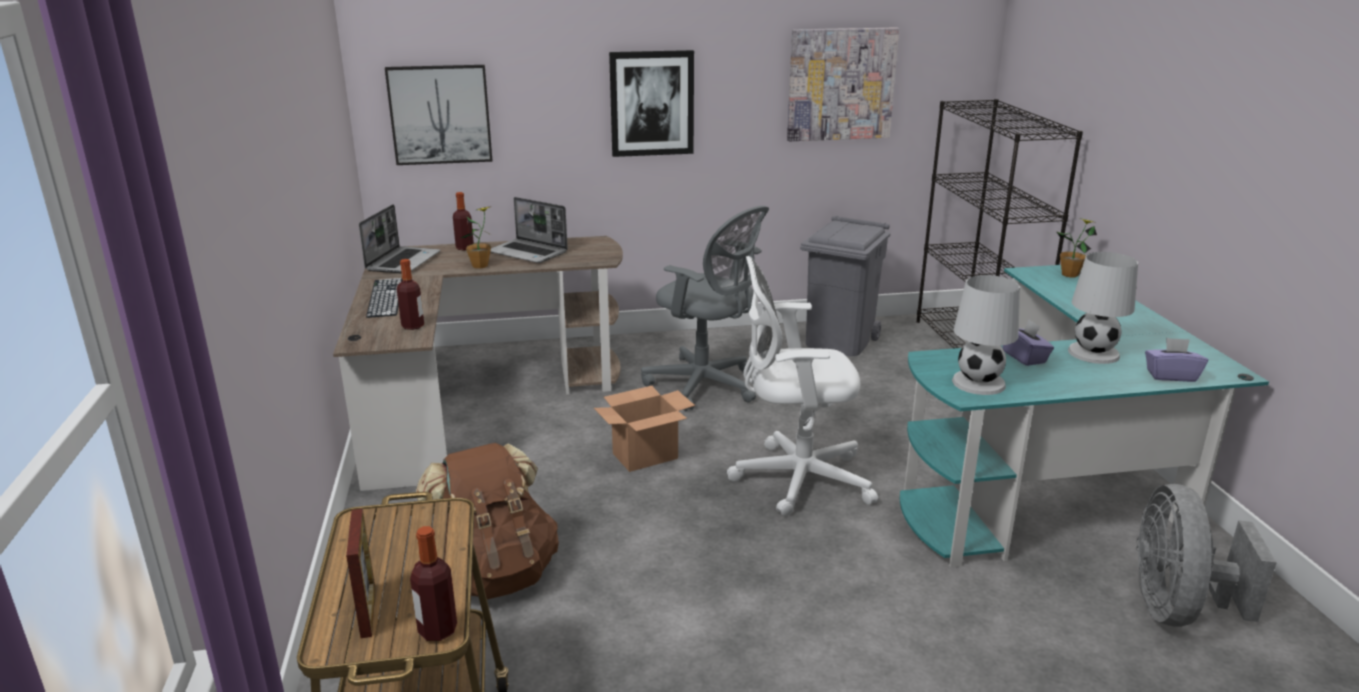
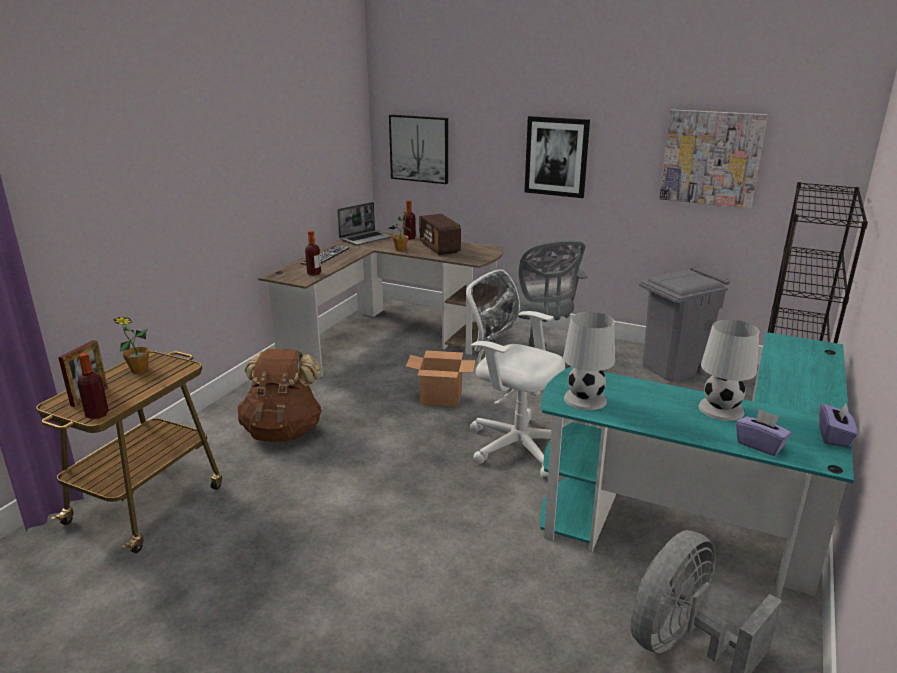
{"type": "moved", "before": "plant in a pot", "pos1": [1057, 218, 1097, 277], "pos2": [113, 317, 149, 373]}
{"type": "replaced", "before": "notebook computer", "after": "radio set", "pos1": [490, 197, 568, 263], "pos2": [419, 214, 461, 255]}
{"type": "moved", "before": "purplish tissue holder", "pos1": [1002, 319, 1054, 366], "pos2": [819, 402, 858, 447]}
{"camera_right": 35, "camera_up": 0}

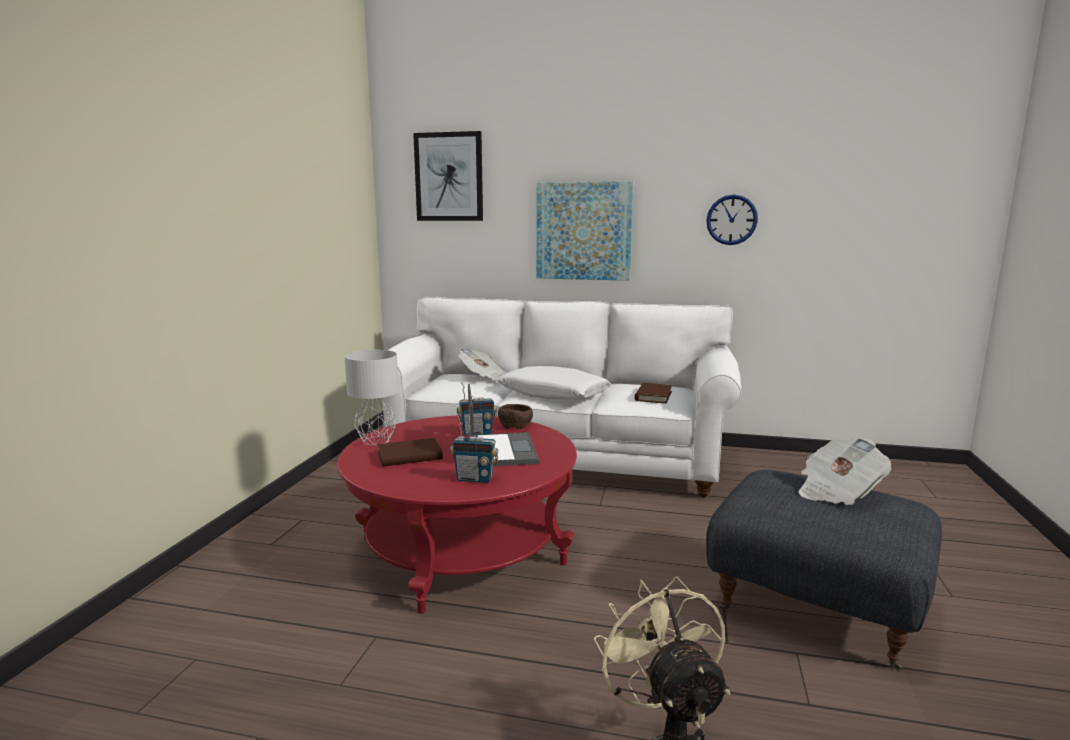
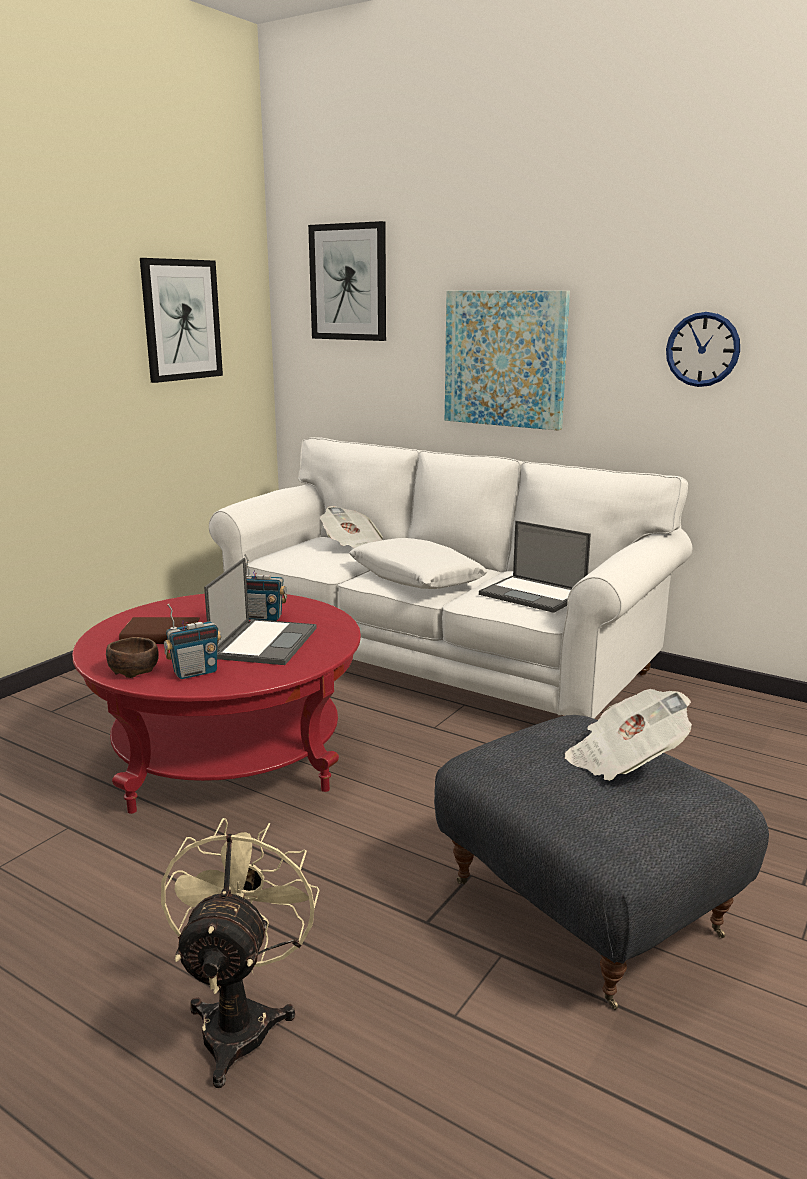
{"type": "moved", "before": "brown-coloured deep dish", "pos1": [498, 404, 533, 429], "pos2": [106, 637, 159, 678]}
{"type": "added", "after": "wall art", "pos2": [140, 258, 223, 383]}
{"type": "turned", "before": "radio set", "pos1": [450, 416, 498, 483], "pos2": [164, 604, 222, 679], "turn": -60}
{"type": "replaced", "before": "brown-coloured book", "after": "notebook computer", "pos1": [634, 383, 672, 404], "pos2": [479, 521, 591, 613]}
{"type": "removed", "before": "greyish lamp for a table", "pos1": [344, 350, 399, 445]}
{"camera_right": 20, "camera_up": 5}

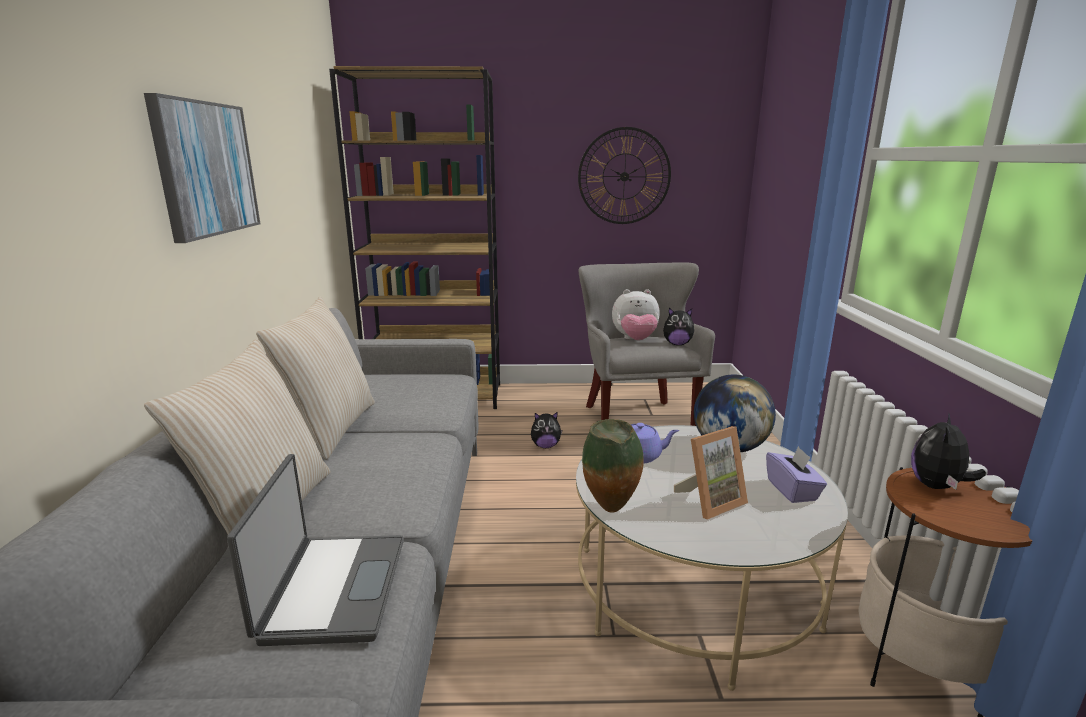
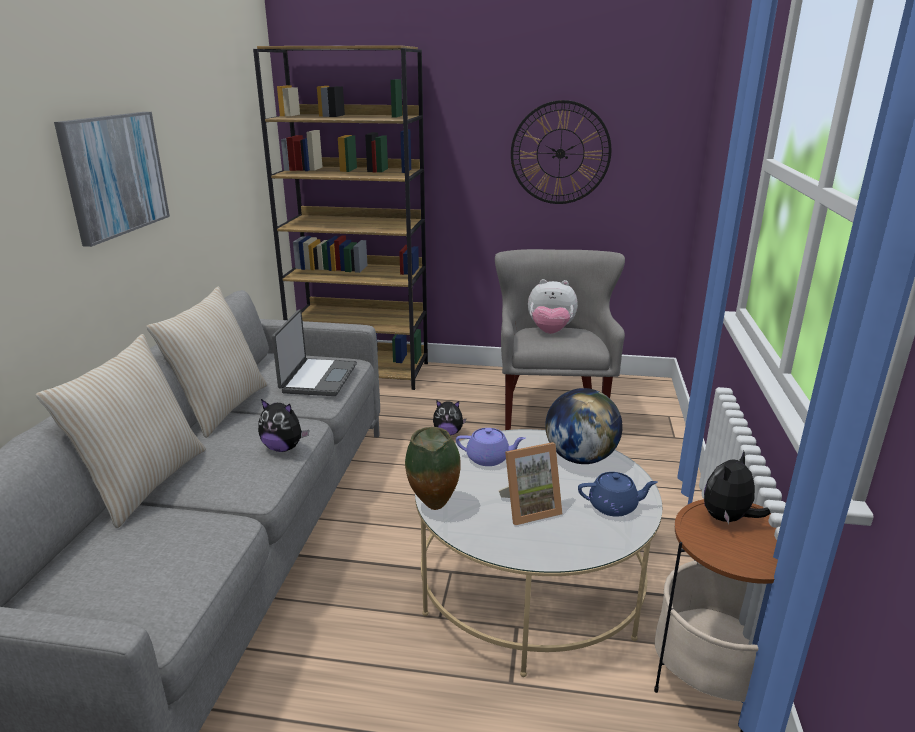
{"type": "moved", "before": "soft toy", "pos1": [663, 308, 694, 345], "pos2": [258, 399, 309, 452]}
{"type": "moved", "before": "notebook computer", "pos1": [227, 454, 404, 646], "pos2": [272, 309, 357, 396]}
{"type": "replaced", "before": "purplish tissue holder", "after": "bluish teapot", "pos1": [766, 446, 827, 503], "pos2": [578, 472, 658, 517]}
{"camera_right": 10, "camera_up": 5}

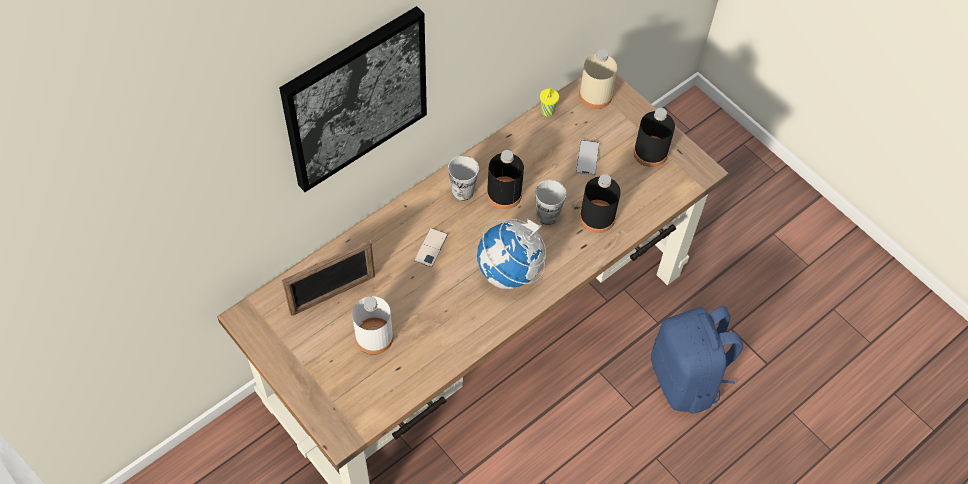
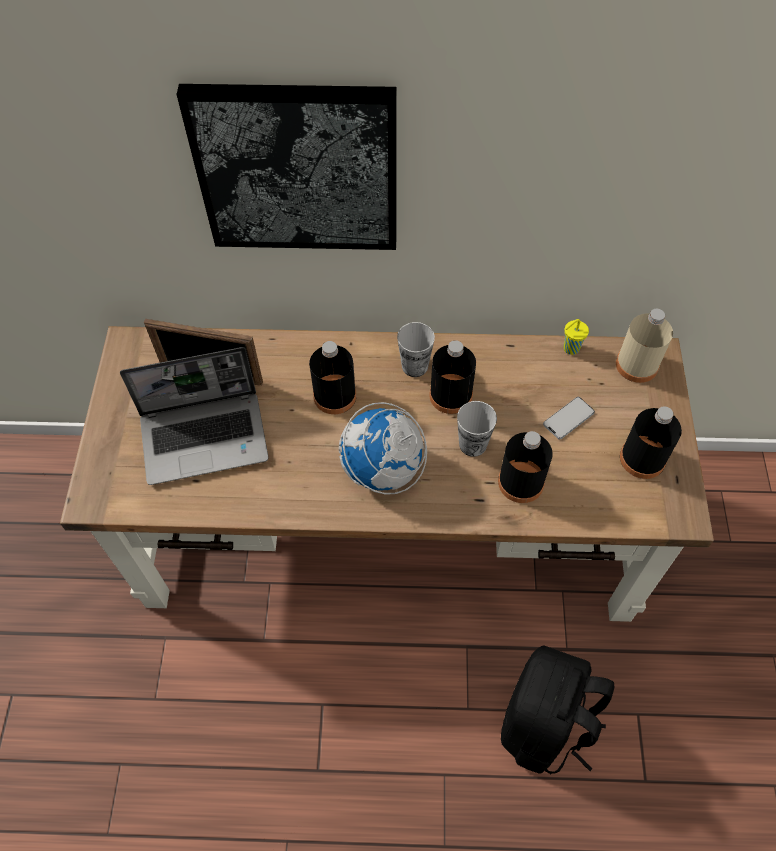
{"type": "replaced", "before": "whitish bottle", "after": "notebook computer", "pos1": [352, 296, 394, 355], "pos2": [120, 347, 269, 485]}
{"type": "replaced", "before": "telephone", "after": "black-coloured bottle", "pos1": [414, 228, 448, 268], "pos2": [309, 341, 356, 414]}
{"type": "recoloured", "before": "bluish backpack", "after": "black-coloured backpack", "pos1": [651, 306, 743, 414], "pos2": [501, 645, 615, 774]}
{"camera_right": 45, "camera_up": 0}

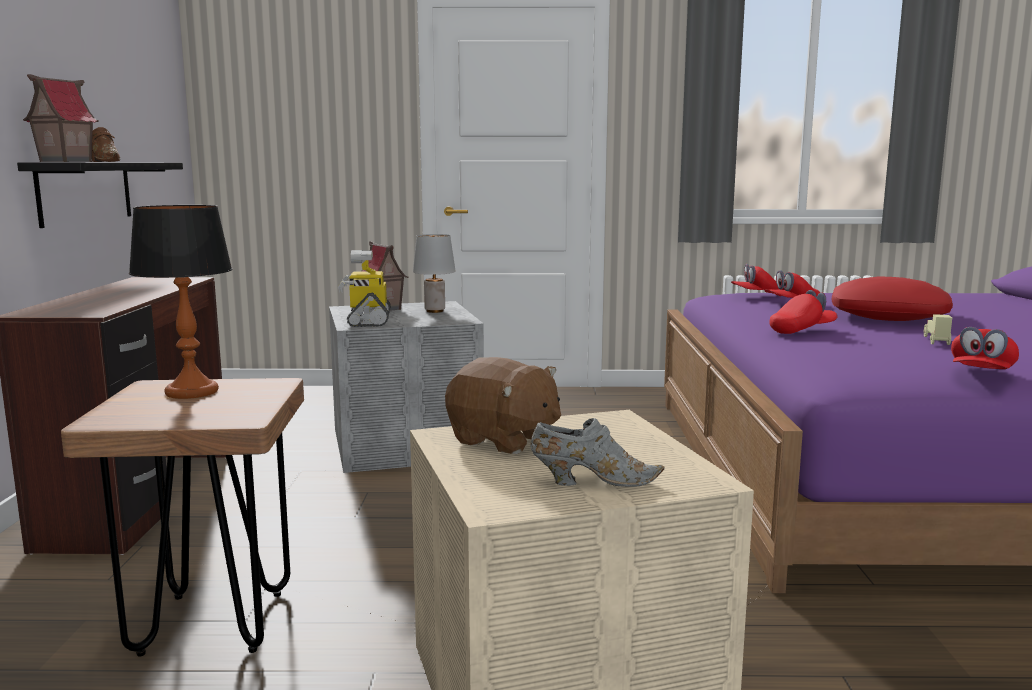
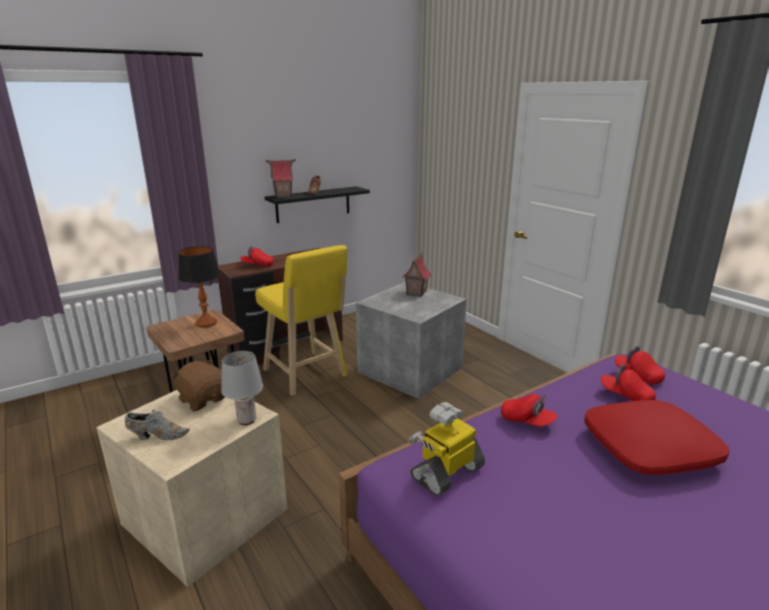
{"type": "turned", "before": "greyish low shoe", "pos1": [530, 418, 665, 487], "pos2": [125, 409, 190, 440], "turn": -60}
{"type": "turned", "before": "brown-coloured soft toy", "pos1": [445, 357, 561, 454], "pos2": [170, 359, 225, 411], "turn": 135}
{"type": "moved", "before": "greyish lamp for a table", "pos1": [413, 234, 456, 313], "pos2": [221, 351, 263, 425]}
{"type": "moved", "before": "red-coloured baseball cap", "pos1": [951, 327, 1019, 369], "pos2": [240, 246, 274, 267]}
{"type": "added", "after": "yellow stool", "pos2": [255, 245, 347, 396]}
{"type": "moved", "before": "model robot", "pos1": [338, 250, 391, 327], "pos2": [409, 402, 485, 496]}
{"type": "removed", "before": "beige-coloured model car", "pos1": [924, 314, 952, 345]}
{"camera_right": 55, "camera_up": 10}

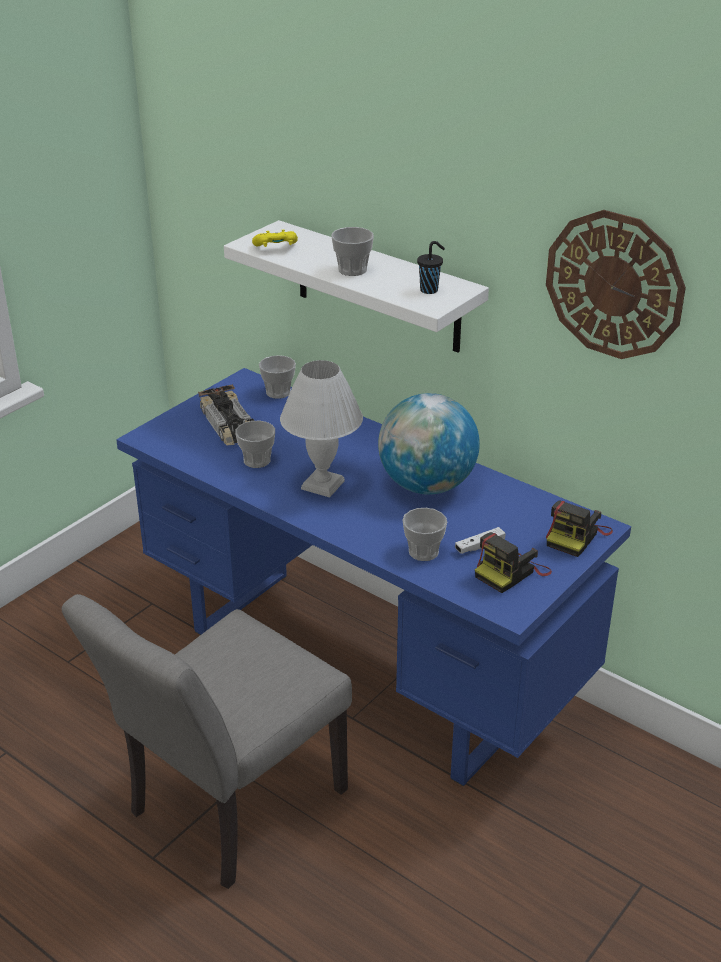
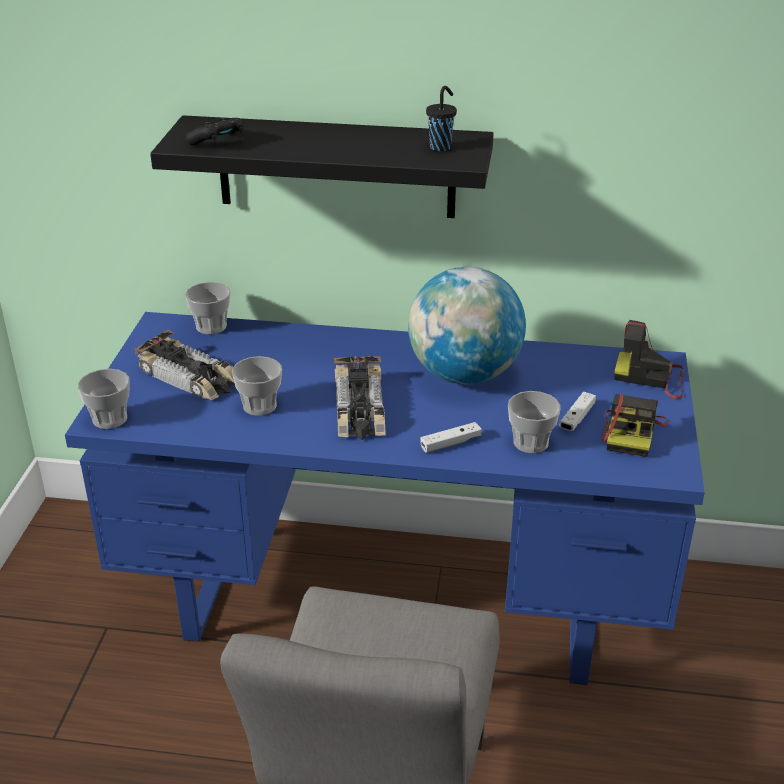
{"type": "moved", "before": "small cup", "pos1": [331, 227, 374, 276], "pos2": [78, 369, 129, 429]}
{"type": "recoloured", "before": "whitish bracket shelf", "after": "black-coloured bracket shelf", "pos1": [224, 220, 489, 353], "pos2": [150, 115, 494, 218]}
{"type": "recoloured", "before": "yellow joypad", "after": "black-coloured joypad", "pos1": [252, 230, 298, 247], "pos2": [186, 117, 244, 146]}
{"type": "replaced", "before": "whitish lamp for a table", "after": "model car", "pos1": [280, 360, 363, 498], "pos2": [334, 356, 386, 440]}
{"type": "added", "after": "whitish joypad", "pos2": [420, 422, 482, 453]}
{"type": "turned", "before": "still camera", "pos1": [546, 500, 613, 557], "pos2": [614, 320, 684, 399], "turn": 105}
{"type": "removed", "before": "wall clock", "pos1": [546, 210, 686, 359]}
{"camera_right": -30, "camera_up": 0}

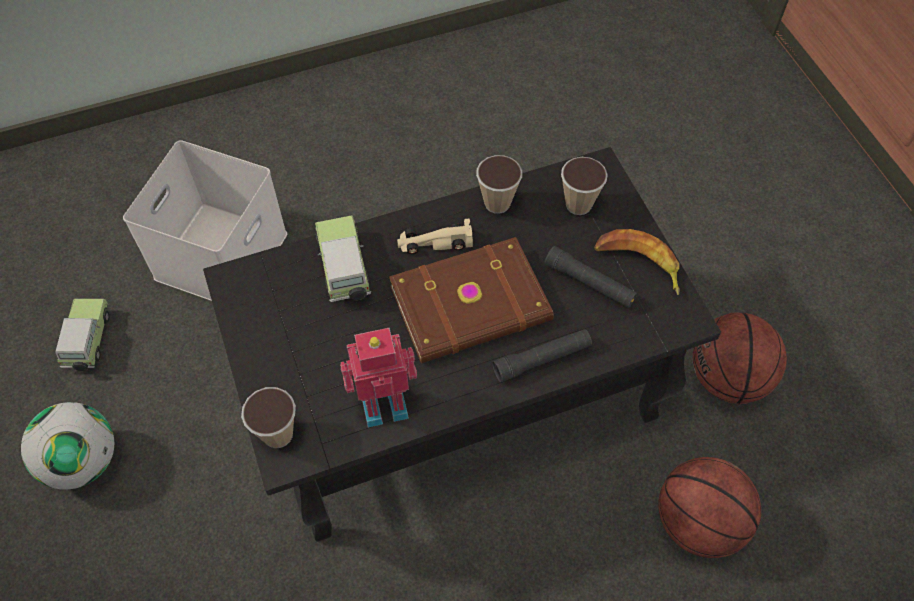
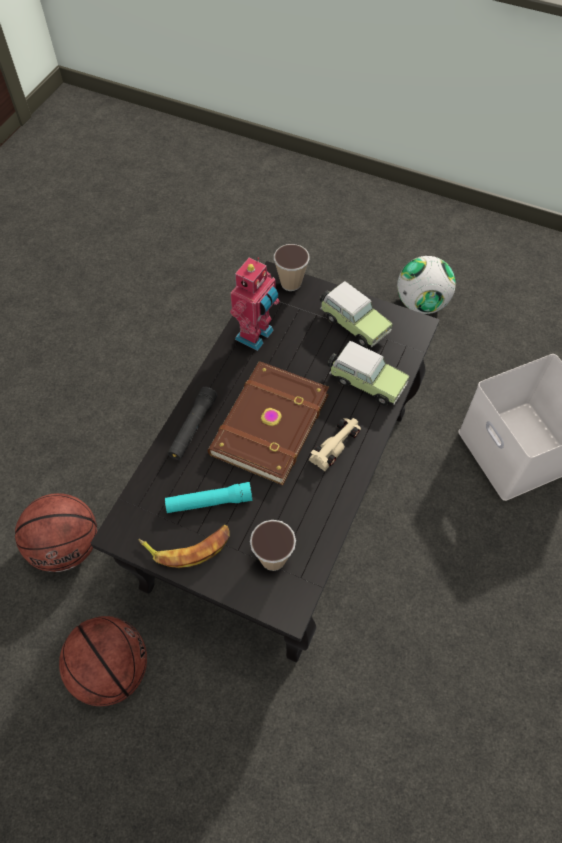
{"type": "recoloured", "before": "black-coloured flashlight", "after": "turquoise flashlight", "pos1": [544, 246, 637, 308], "pos2": [165, 482, 252, 513]}
{"type": "moved", "before": "model car", "pos1": [55, 299, 110, 371], "pos2": [320, 281, 393, 348]}
{"type": "removed", "before": "small cup", "pos1": [476, 155, 522, 214]}
{"camera_right": 135, "camera_up": 0}

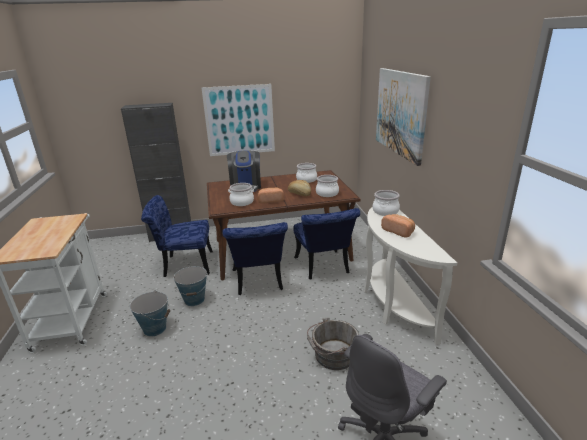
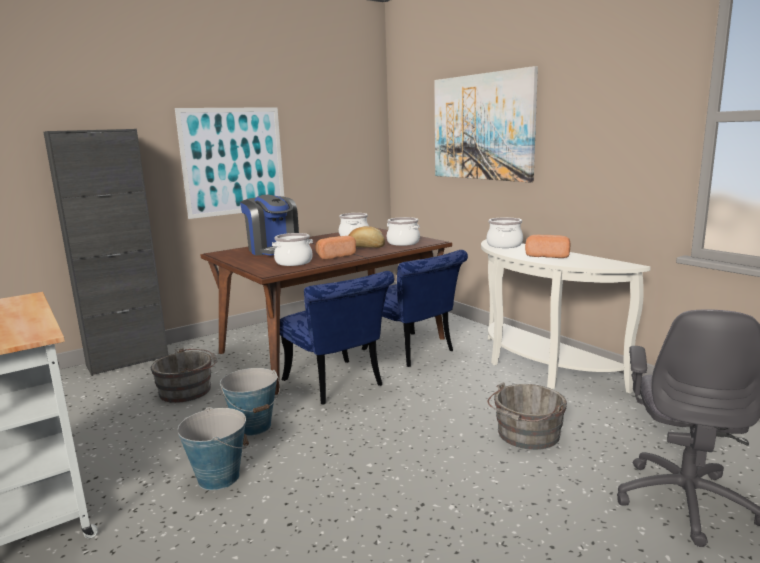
{"type": "replaced", "before": "bluish chair", "after": "greyish bucket", "pos1": [141, 195, 213, 277], "pos2": [151, 348, 217, 403]}
{"camera_right": -25, "camera_up": -10}

